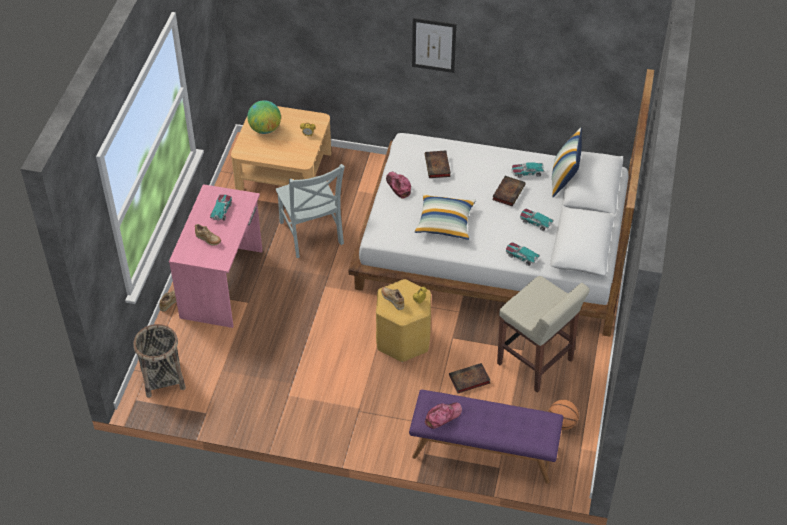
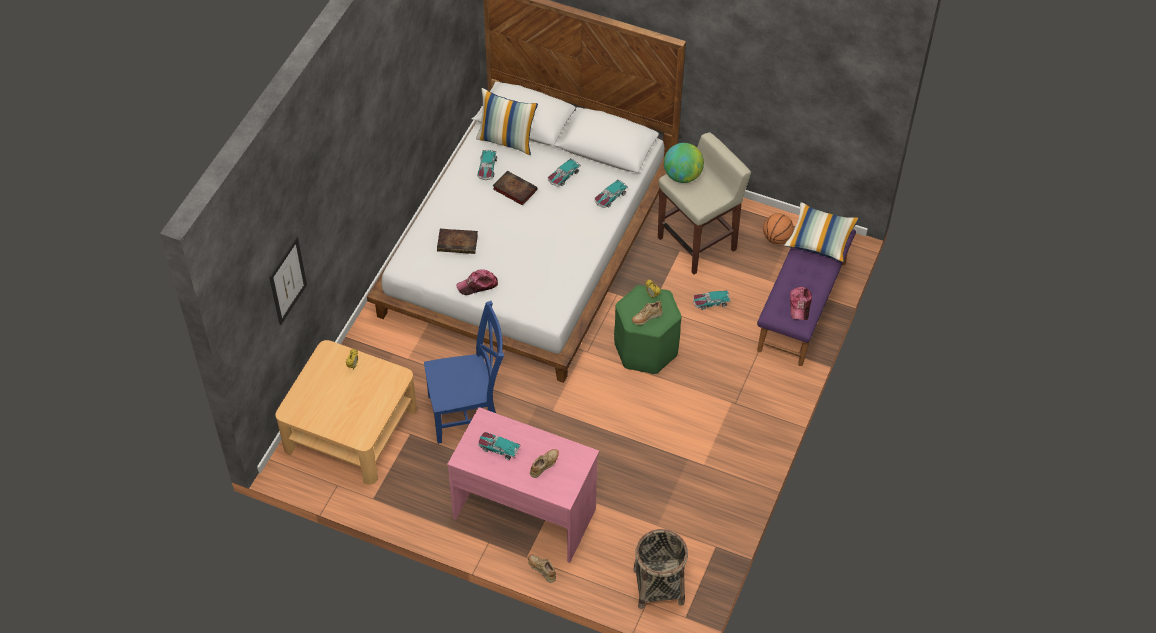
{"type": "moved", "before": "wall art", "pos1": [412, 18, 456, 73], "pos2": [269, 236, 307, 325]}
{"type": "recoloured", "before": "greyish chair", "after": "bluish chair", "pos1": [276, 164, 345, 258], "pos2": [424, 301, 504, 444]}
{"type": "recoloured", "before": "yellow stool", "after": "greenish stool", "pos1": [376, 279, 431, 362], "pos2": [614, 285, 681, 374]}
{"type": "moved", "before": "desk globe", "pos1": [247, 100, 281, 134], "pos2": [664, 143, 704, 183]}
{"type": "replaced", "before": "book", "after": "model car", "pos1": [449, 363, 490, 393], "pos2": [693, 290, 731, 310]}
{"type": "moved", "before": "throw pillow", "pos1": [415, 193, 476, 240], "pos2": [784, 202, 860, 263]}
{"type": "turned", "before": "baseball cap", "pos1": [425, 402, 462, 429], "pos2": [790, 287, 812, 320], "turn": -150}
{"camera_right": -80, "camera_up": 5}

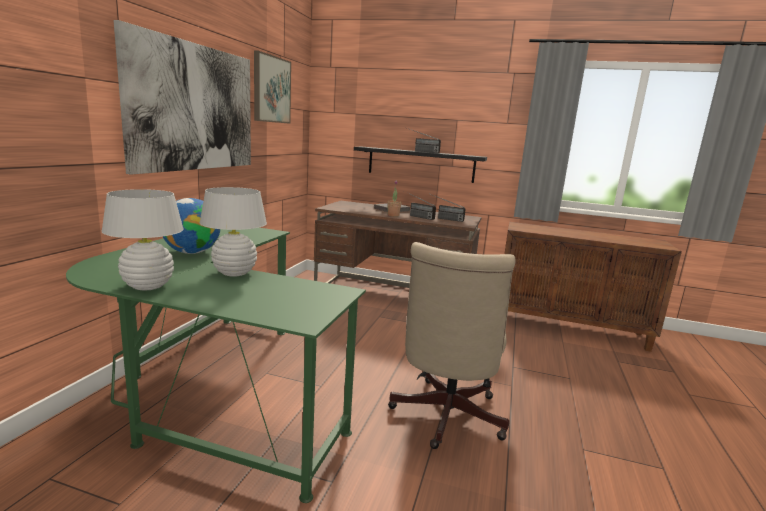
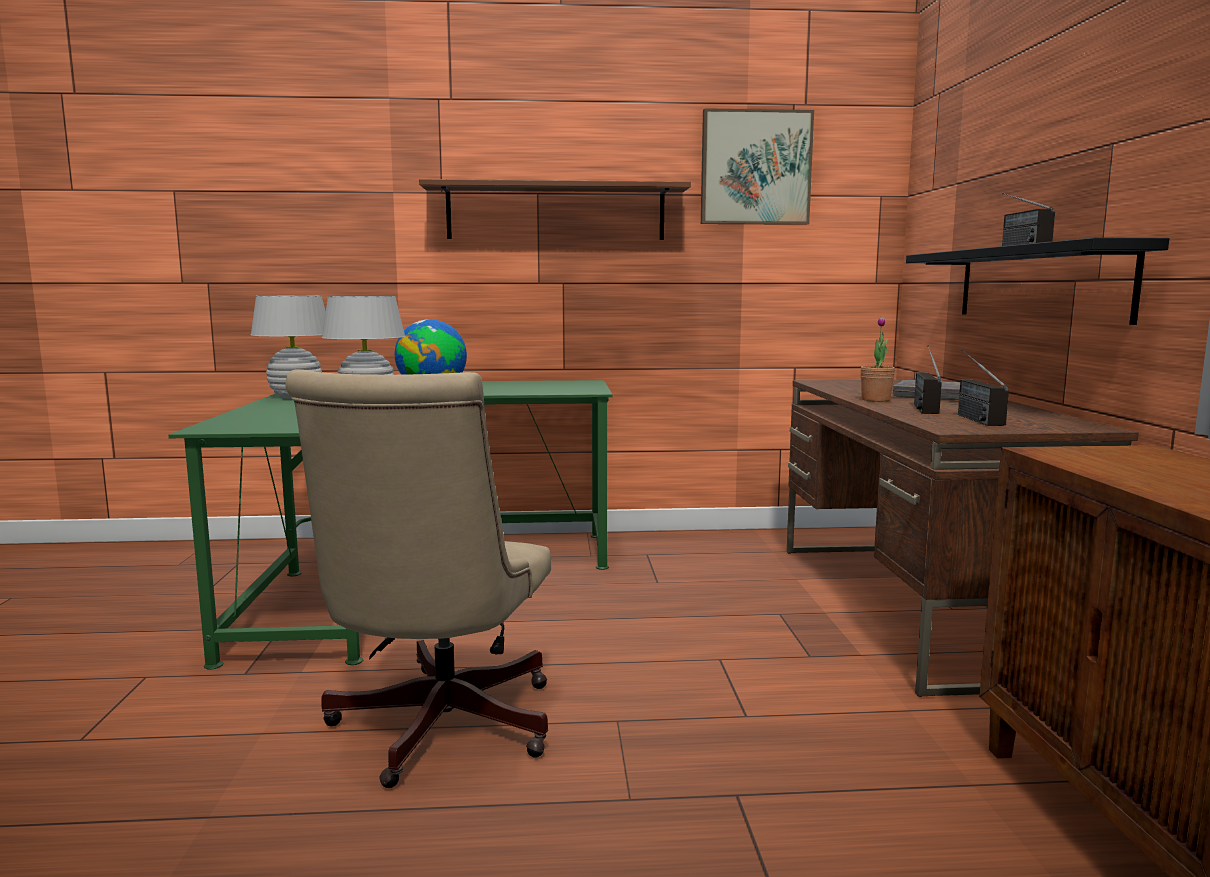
{"type": "turned", "before": "beige-coloured office chair", "pos1": [388, 242, 516, 449], "pos2": [285, 369, 551, 788], "turn": -75}
{"type": "replaced", "before": "wall art", "after": "brown-coloured bracket shelf", "pos1": [114, 20, 251, 175], "pos2": [419, 179, 691, 240]}
{"camera_right": 70, "camera_up": -5}

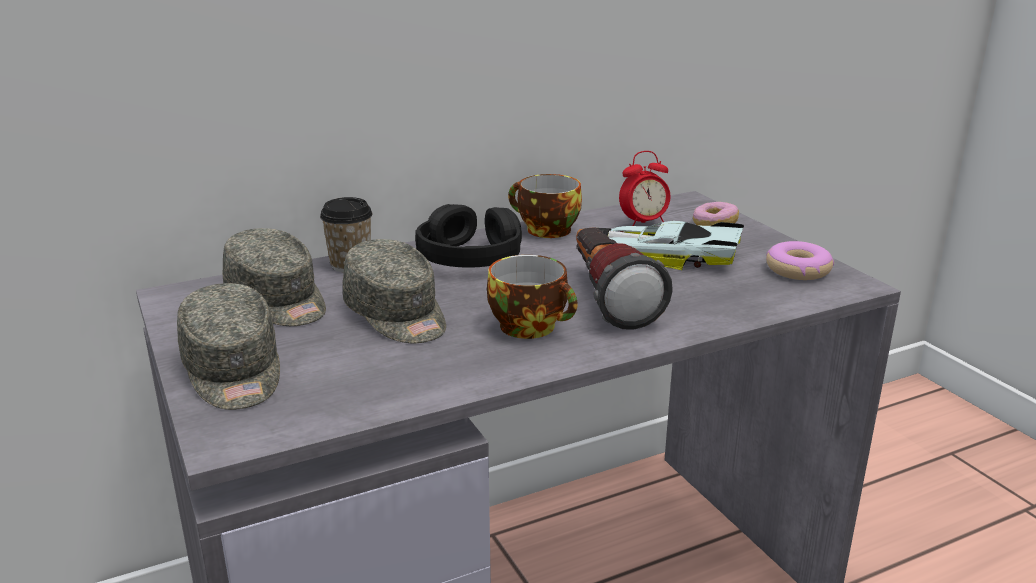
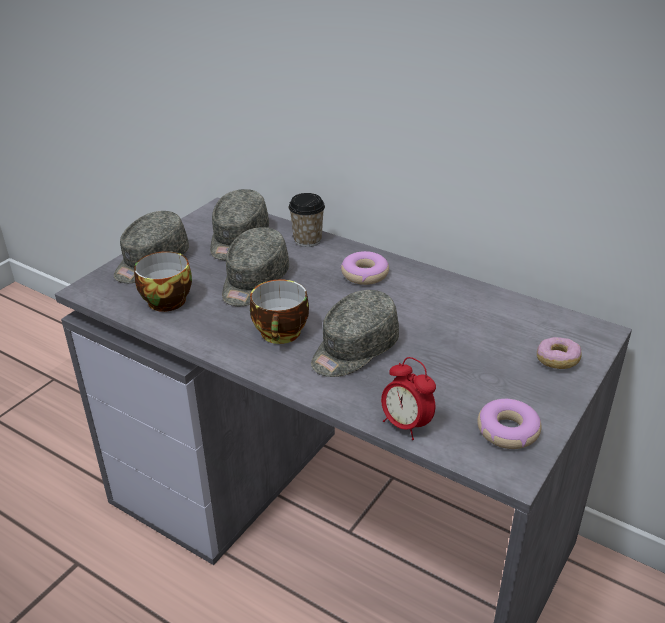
{"type": "moved", "before": "small cup", "pos1": [508, 174, 582, 238], "pos2": [134, 251, 192, 312]}
{"type": "replaced", "before": "flashlight", "after": "greyish baseball cap", "pos1": [576, 227, 673, 330], "pos2": [311, 290, 399, 377]}
{"type": "replaced", "before": "black-coloured headset", "after": "ring doughnut", "pos1": [415, 204, 522, 268], "pos2": [341, 251, 389, 285]}
{"type": "moved", "before": "table clock", "pos1": [619, 151, 670, 226], "pos2": [381, 357, 436, 440]}
{"type": "removed", "before": "model car", "pos1": [598, 221, 744, 270]}
{"camera_right": 60, "camera_up": 10}

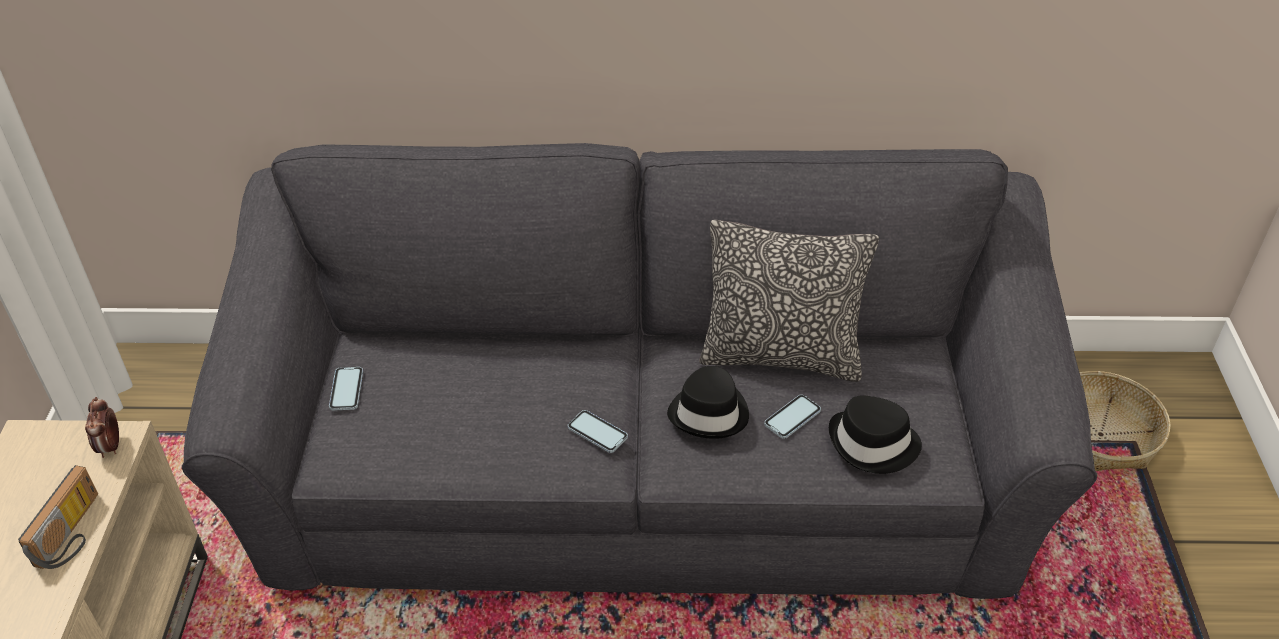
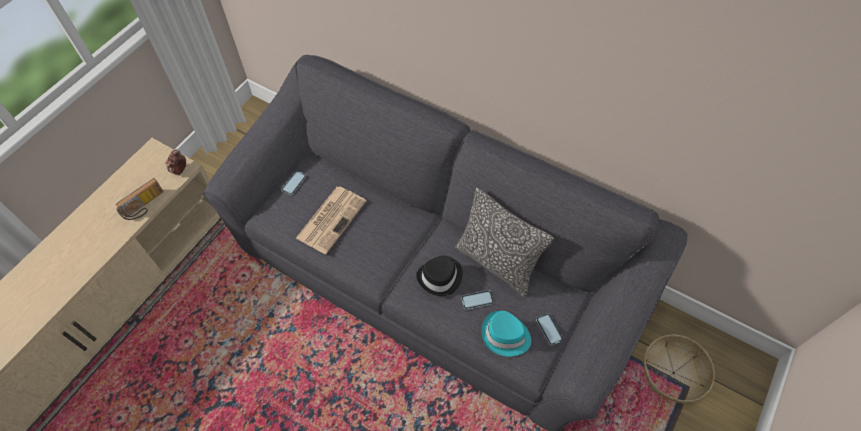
{"type": "added", "after": "printed paper", "pos2": [296, 187, 367, 254]}
{"type": "recoloured", "before": "black-coloured wearable hat", "after": "turquoise wearable hat", "pos1": [829, 396, 922, 474], "pos2": [481, 311, 531, 357]}
{"type": "moved", "before": "telephone", "pos1": [568, 410, 628, 453], "pos2": [536, 313, 564, 346]}
{"camera_right": 30, "camera_up": 15}

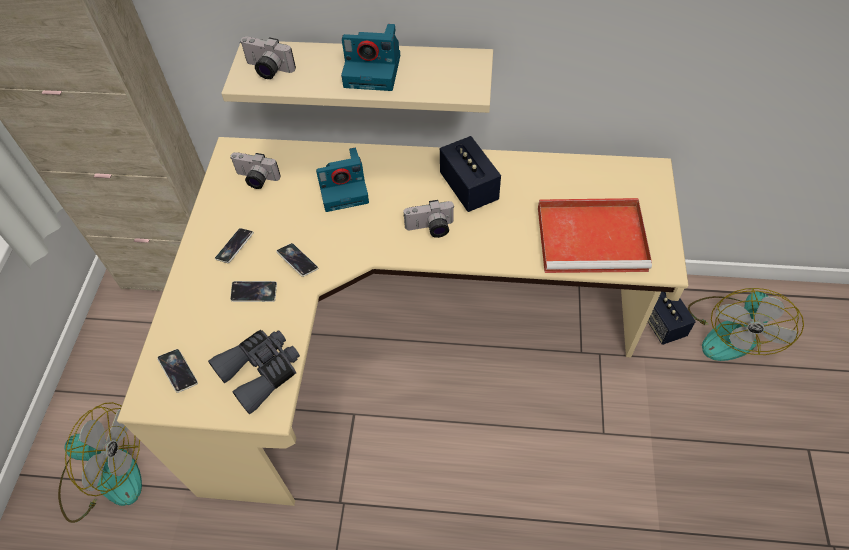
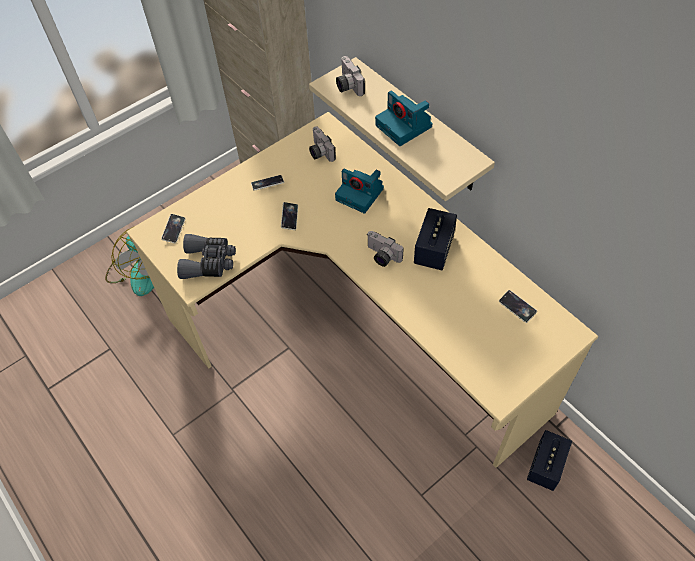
{"type": "moved", "before": "telephone", "pos1": [230, 281, 277, 302], "pos2": [499, 290, 537, 323]}
{"type": "removed", "before": "red-coloured tray", "pos1": [538, 198, 652, 273]}
{"type": "removed", "before": "fan", "pos1": [688, 288, 804, 361]}
{"camera_right": 45, "camera_up": 0}

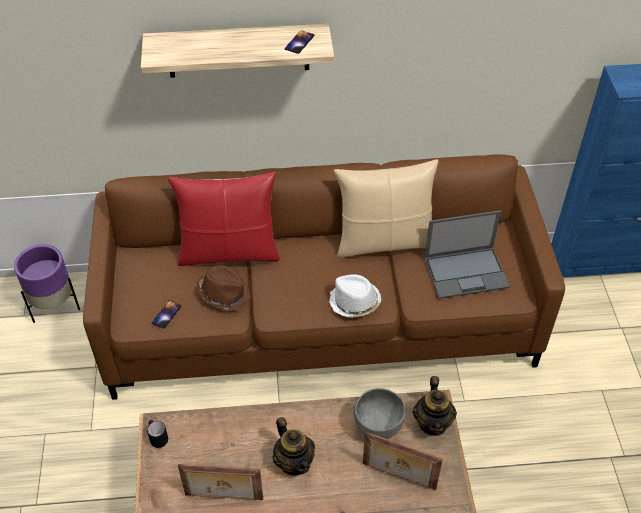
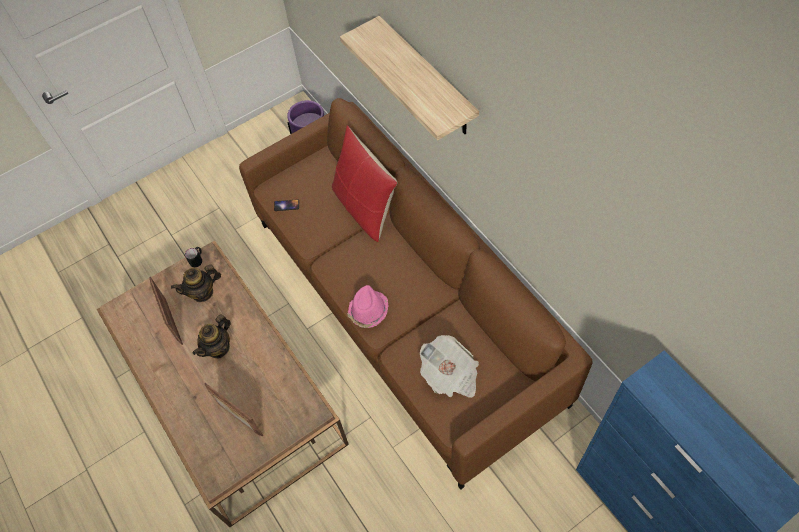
{"type": "moved", "before": "teapot", "pos1": [413, 376, 457, 436], "pos2": [171, 265, 221, 302]}
{"type": "turned", "before": "picture frame", "pos1": [363, 432, 443, 490], "pos2": [204, 383, 263, 437], "turn": -45}
{"type": "recoloured", "before": "whitish wearable hat", "after": "pink-coloured wearable hat", "pos1": [329, 274, 381, 318], "pos2": [347, 285, 389, 328]}
{"type": "replaced", "before": "notebook computer", "after": "printed paper", "pos1": [424, 210, 510, 299], "pos2": [420, 335, 479, 398]}
{"type": "removed", "before": "brown-coloured wearable hat", "pos1": [197, 265, 250, 312]}
{"type": "removed", "before": "telephone", "pos1": [285, 30, 314, 54]}
{"type": "removed", "before": "beige-coloured throw pillow", "pos1": [334, 159, 438, 258]}
{"type": "removed", "before": "greyish deep dish", "pos1": [354, 388, 406, 439]}
{"camera_right": 65, "camera_up": 10}

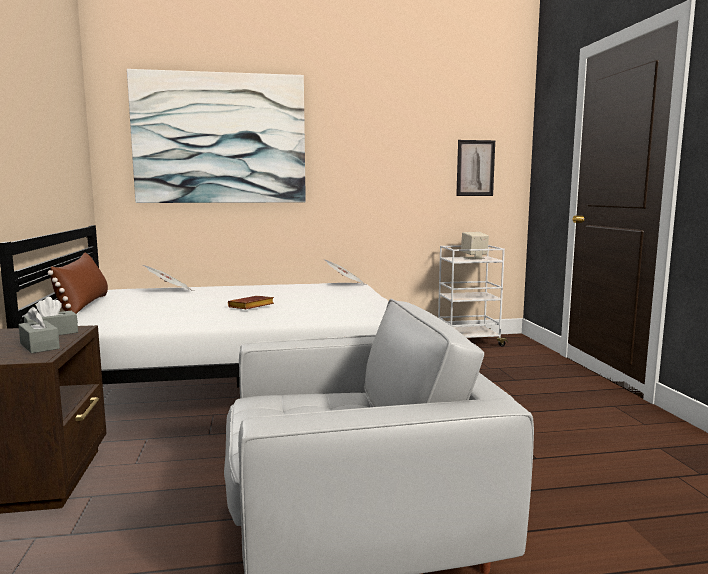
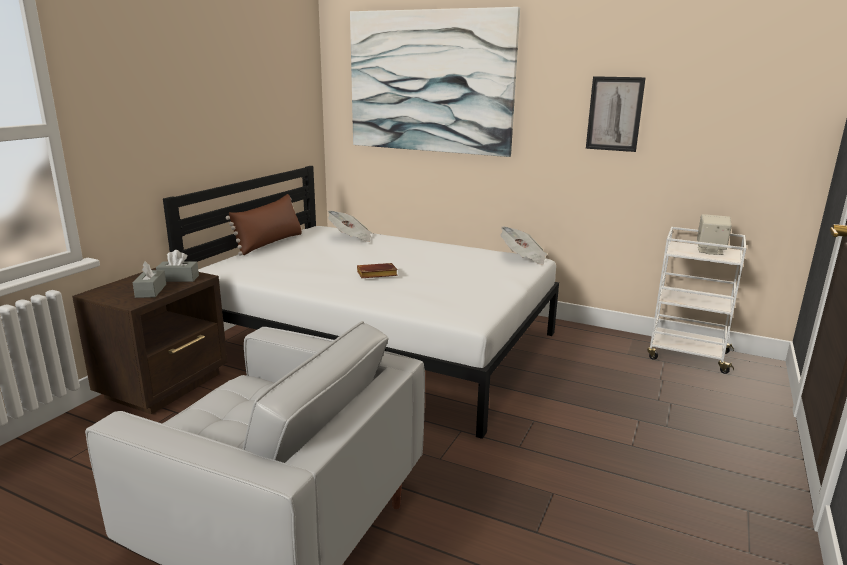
{"type": "moved", "before": "wall art", "pos1": [456, 140, 495, 196], "pos2": [586, 76, 646, 152]}
{"camera_right": 35, "camera_up": 10}

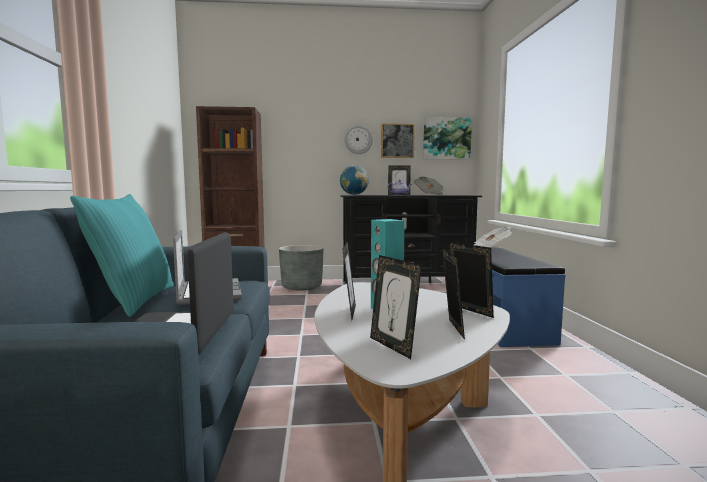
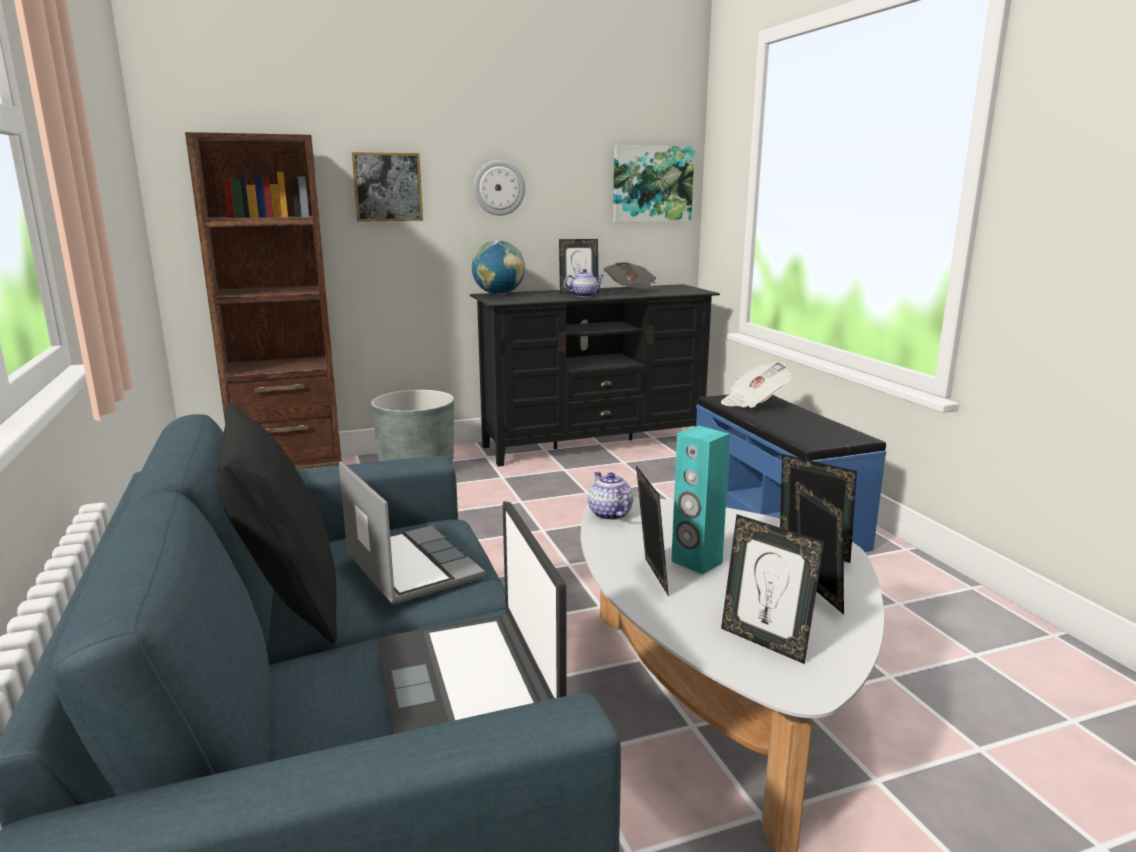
{"type": "recoloured", "before": "turquoise throw pillow", "after": "black-coloured throw pillow", "pos1": [70, 194, 174, 317], "pos2": [219, 402, 337, 643]}
{"type": "moved", "before": "wall art", "pos1": [381, 124, 415, 158], "pos2": [352, 152, 423, 222]}
{"type": "added", "after": "teapot", "pos2": [588, 472, 633, 520]}
{"camera_right": -15, "camera_up": 10}

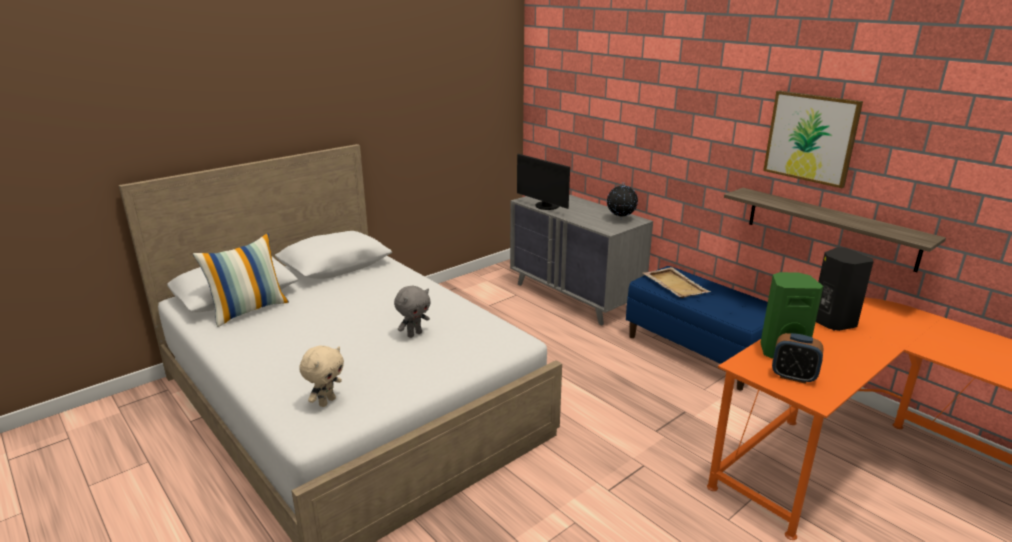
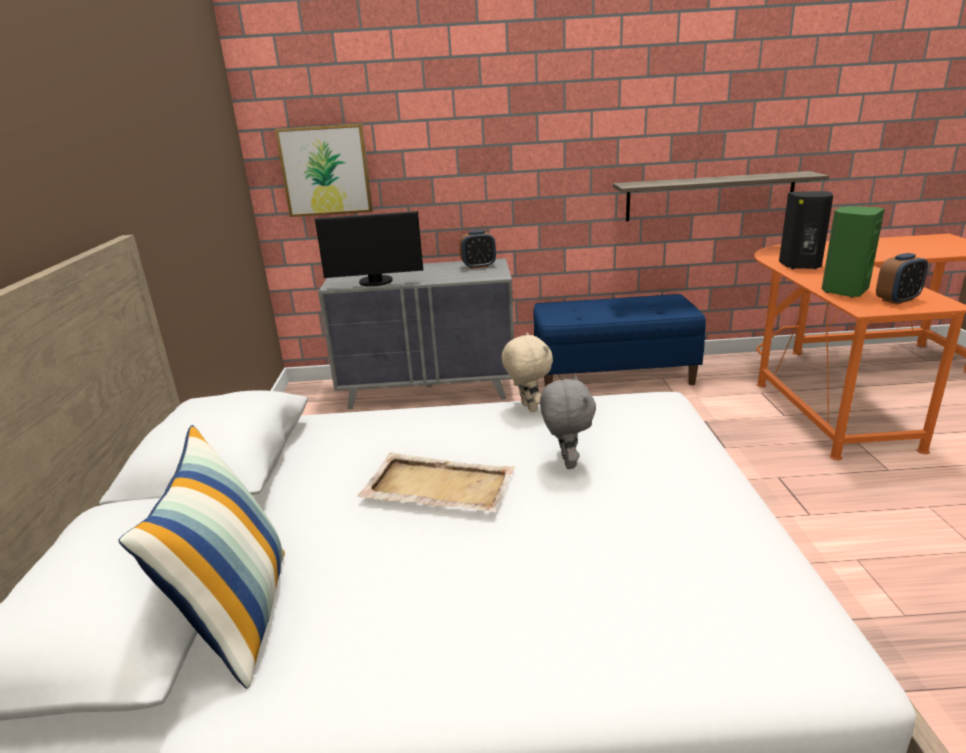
{"type": "moved", "before": "wall art", "pos1": [763, 91, 863, 188], "pos2": [275, 124, 373, 217]}
{"type": "moved", "before": "beige-coloured tray", "pos1": [643, 267, 711, 298], "pos2": [357, 453, 515, 512]}
{"type": "replaced", "before": "desk globe", "after": "table clock", "pos1": [607, 183, 638, 220], "pos2": [460, 230, 496, 269]}
{"type": "moved", "before": "beige-coloured soft toy", "pos1": [299, 346, 344, 407], "pos2": [502, 333, 553, 412]}
{"camera_right": -50, "camera_up": 0}

